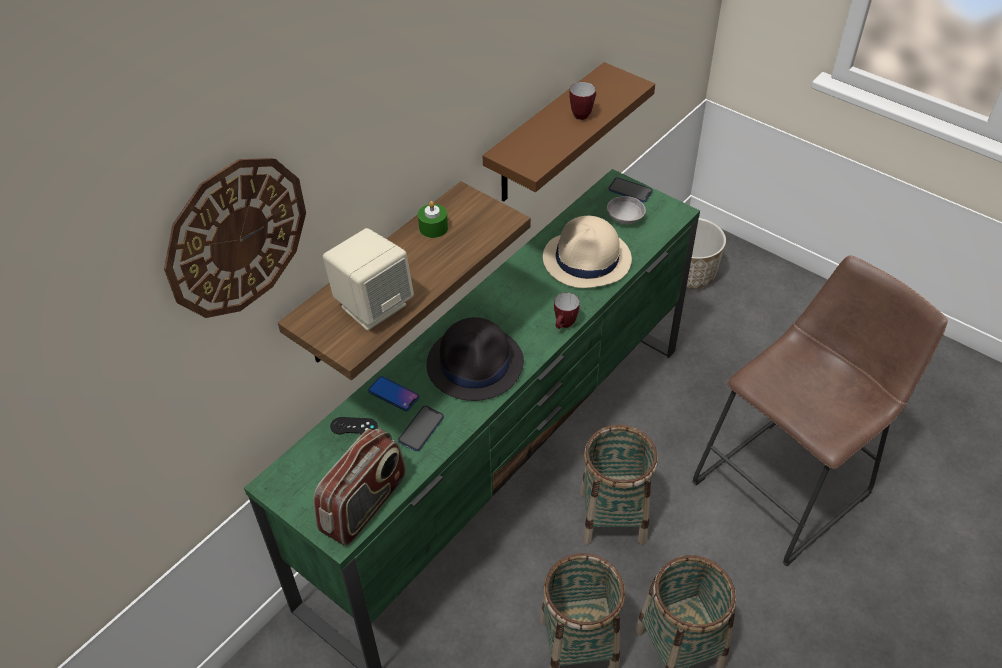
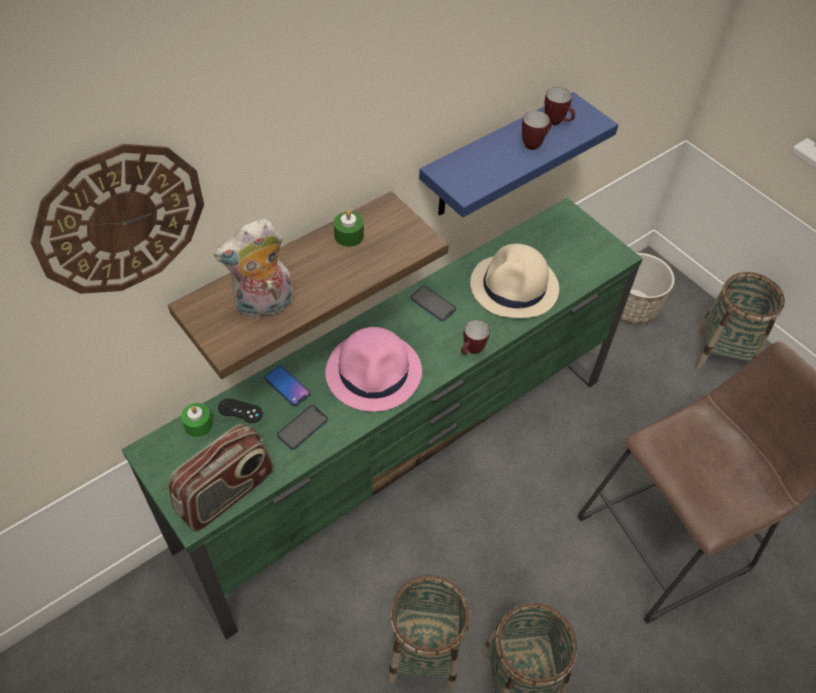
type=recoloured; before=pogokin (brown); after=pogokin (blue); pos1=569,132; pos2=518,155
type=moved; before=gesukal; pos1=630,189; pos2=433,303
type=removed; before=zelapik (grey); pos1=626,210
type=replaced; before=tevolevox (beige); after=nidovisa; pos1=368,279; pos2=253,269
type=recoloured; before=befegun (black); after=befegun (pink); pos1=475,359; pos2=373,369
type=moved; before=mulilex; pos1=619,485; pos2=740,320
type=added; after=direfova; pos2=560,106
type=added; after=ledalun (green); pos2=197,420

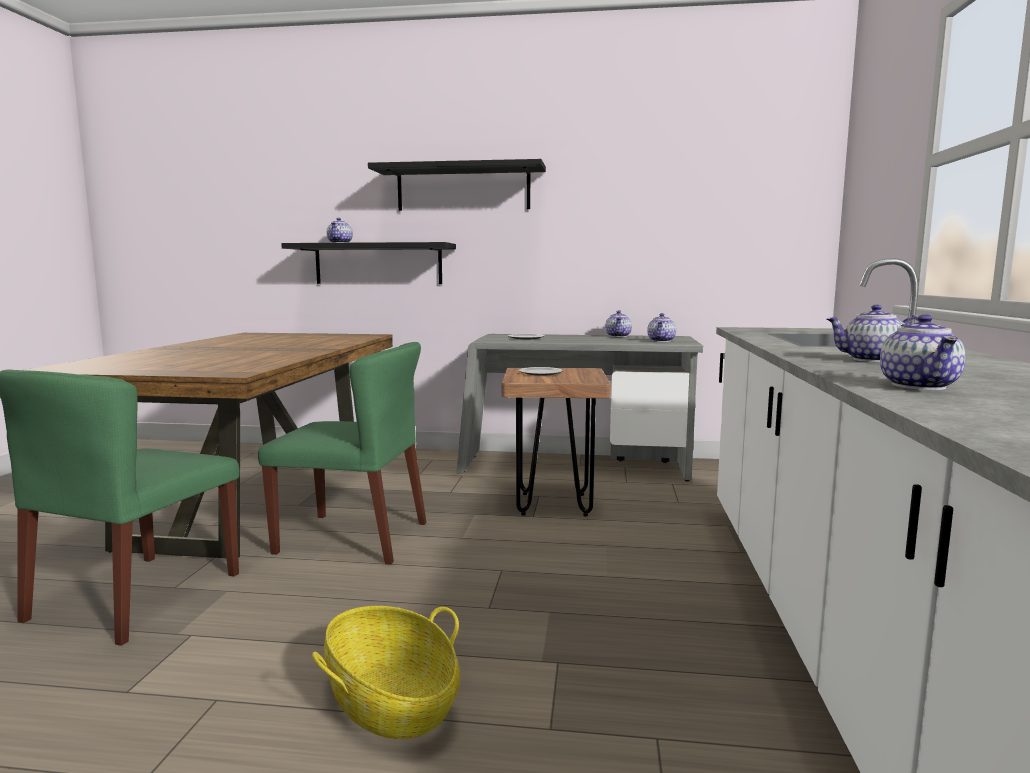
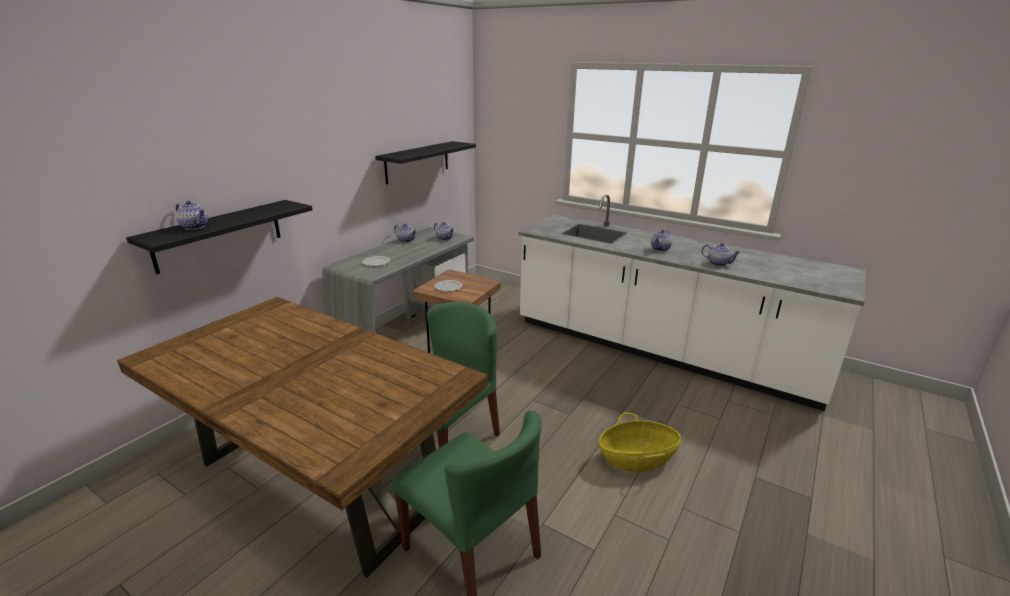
type=moved; before=pogokin (black); pos1=457,185; pos2=425,163

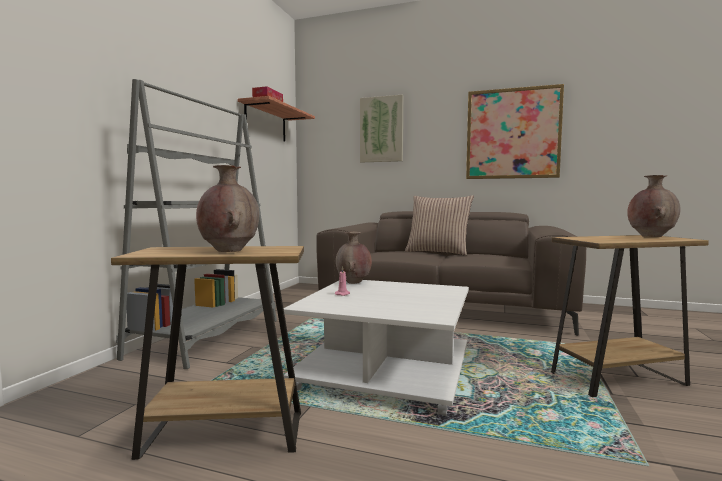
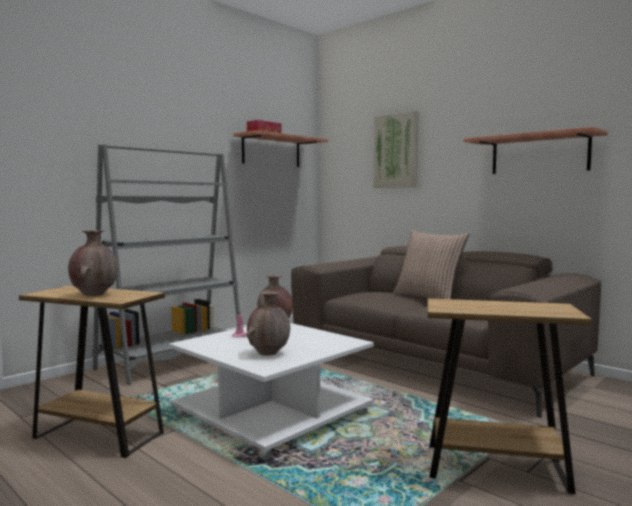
type=replaced; before=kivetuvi; after=pogokin; pos1=515,131; pos2=536,150
type=moved; before=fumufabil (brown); pos1=653,206; pos2=268,324

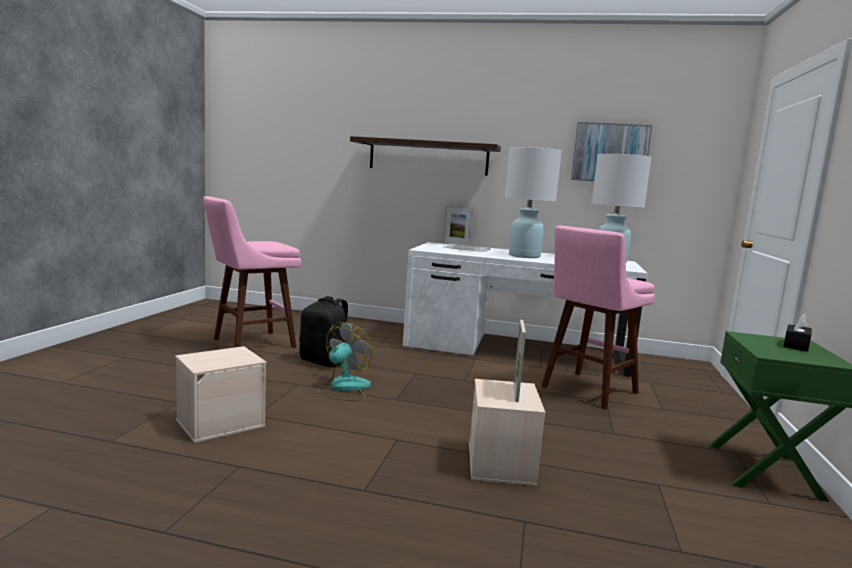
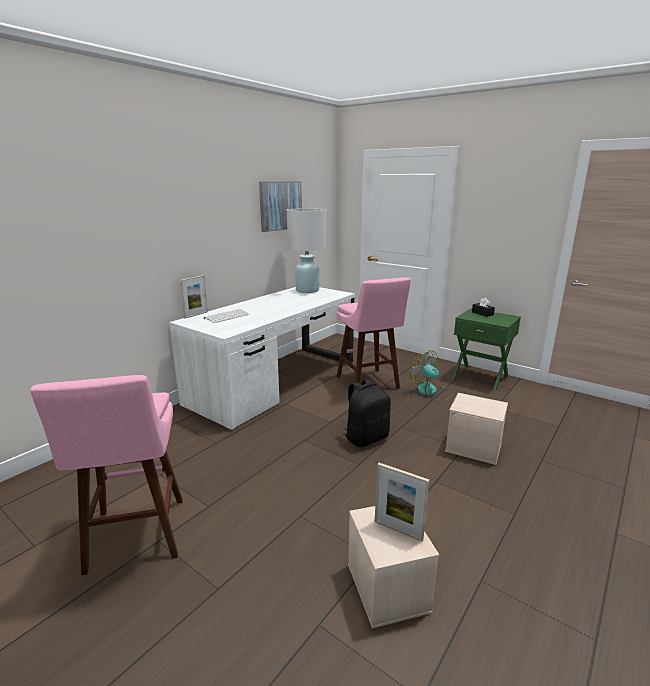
type=removed; before=pogokin; pos1=425,156
type=removed; before=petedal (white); pos1=533,202
type=moved; before=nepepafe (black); pos1=323,332; pos2=367,413
type=moved; before=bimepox; pos1=519,361; pos2=402,502
type=moved; before=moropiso; pos1=345,361; pos2=431,375

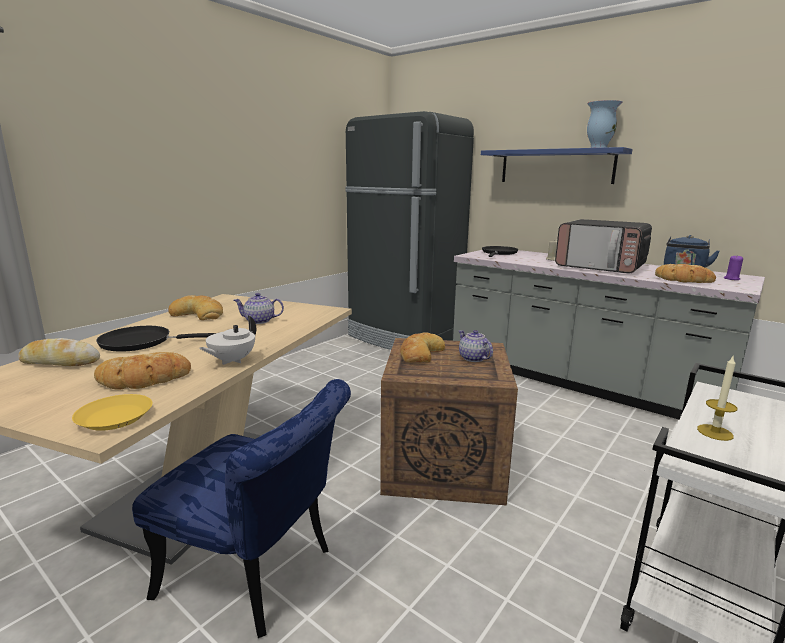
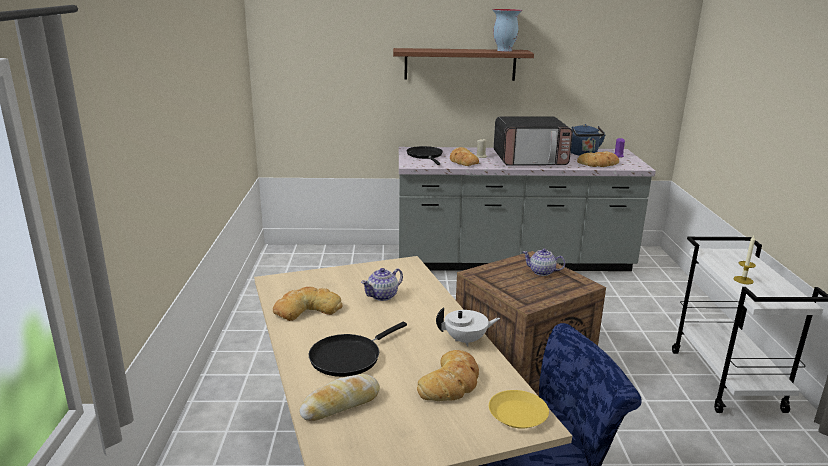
type=removed; before=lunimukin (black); pos1=409,230
type=recoloured; before=pogokin (blue); after=pogokin (brown); pos1=557,165; pos2=463,64
type=turned; before=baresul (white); pos1=227,340; pos2=468,327; turn=-90
type=moved; before=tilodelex; pos1=422,347; pos2=464,156

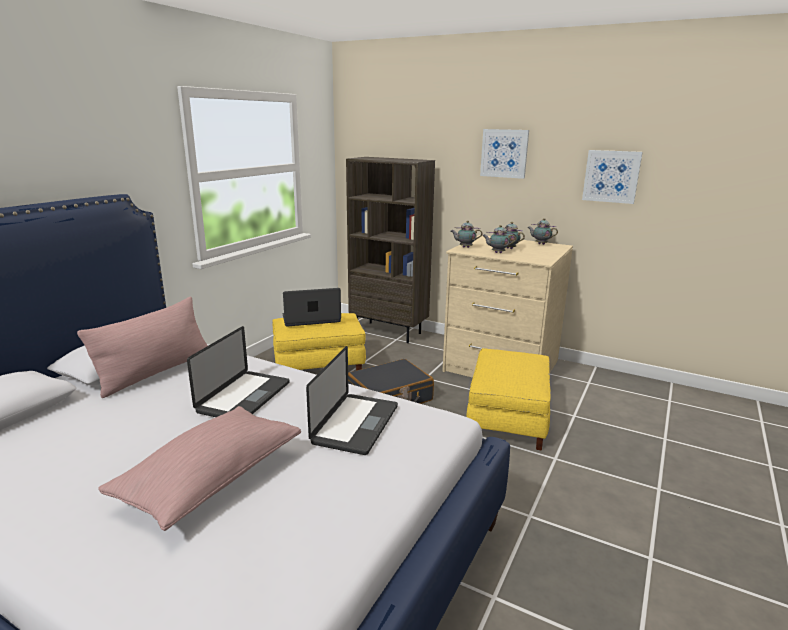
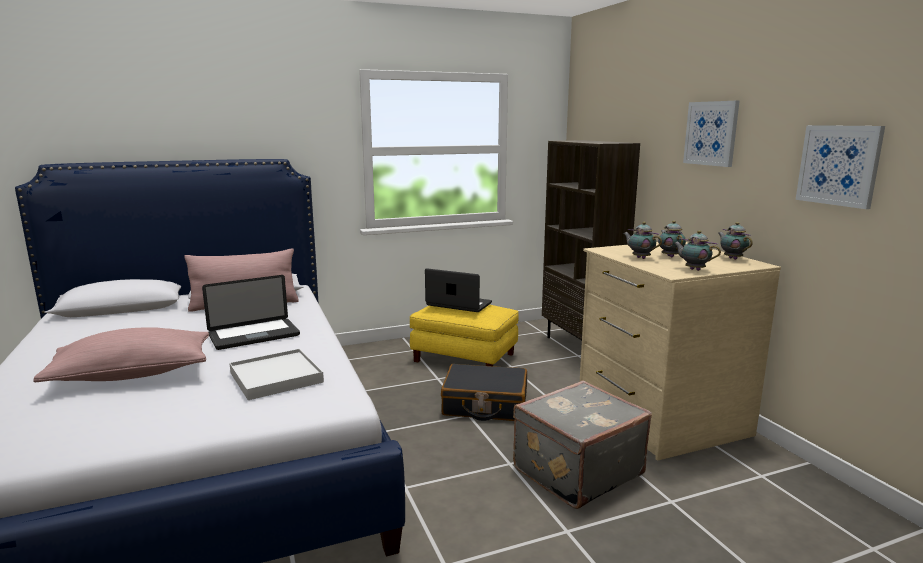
type=moved; before=baresul; pos1=466,234; pos2=697,250
type=replaced; before=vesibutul; after=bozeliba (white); pos1=352,400; pos2=276,374
type=replaced; before=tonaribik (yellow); after=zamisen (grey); pos1=508,399; pos2=582,444

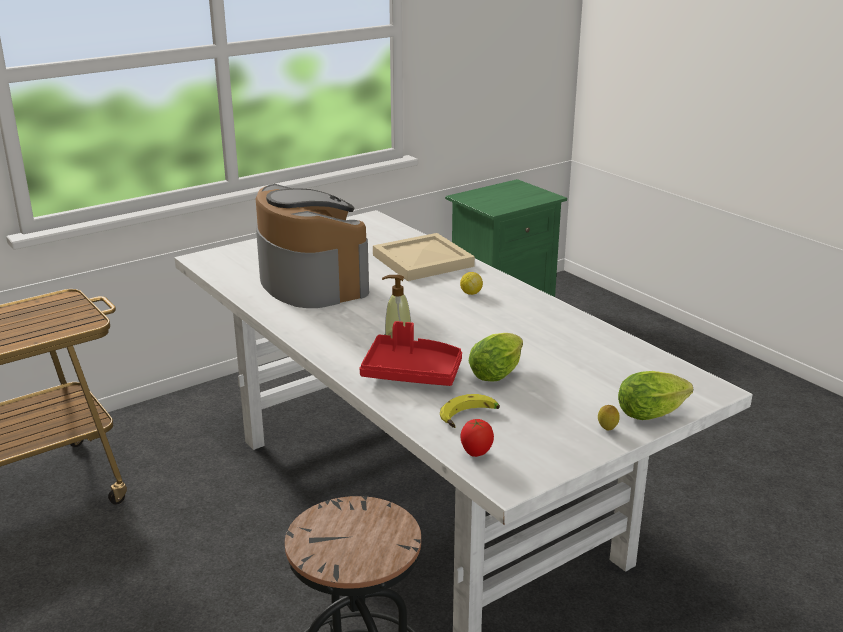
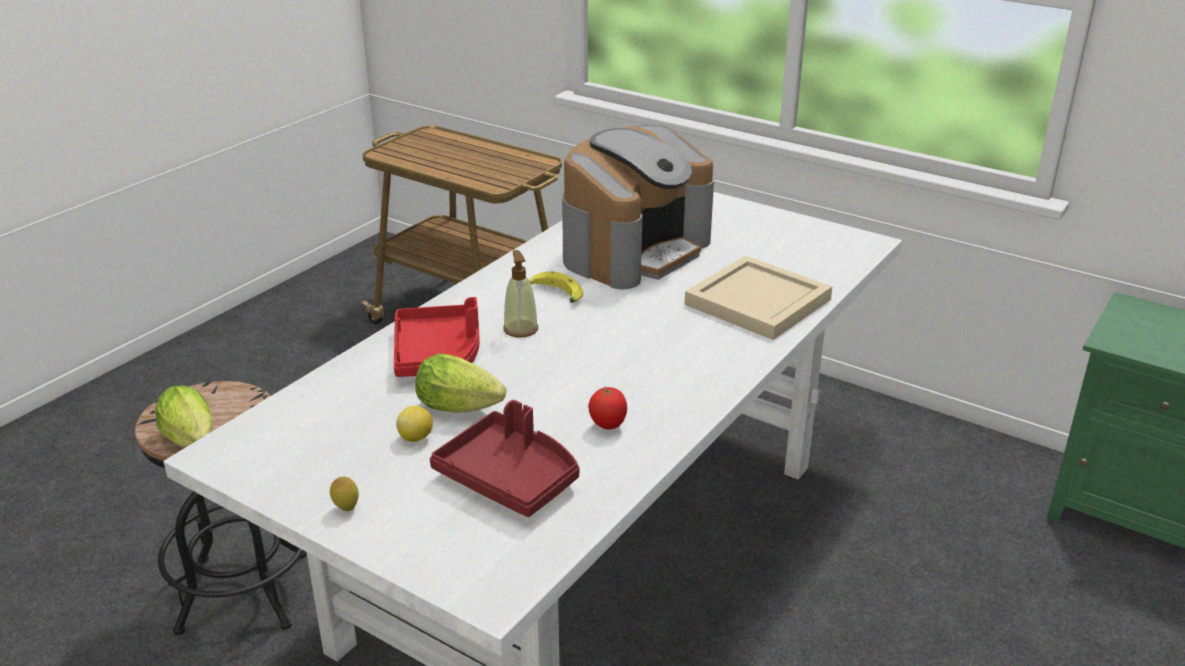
type=moved; before=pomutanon; pos1=471,283; pos2=414,424
type=moved; before=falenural; pos1=655,395; pos2=184,416
type=moved; before=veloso; pos1=470,411; pos2=556,287
type=moved; before=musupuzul; pos1=477,438; pos2=607,407
type=added; after=bozeliba (red); pos2=505,458

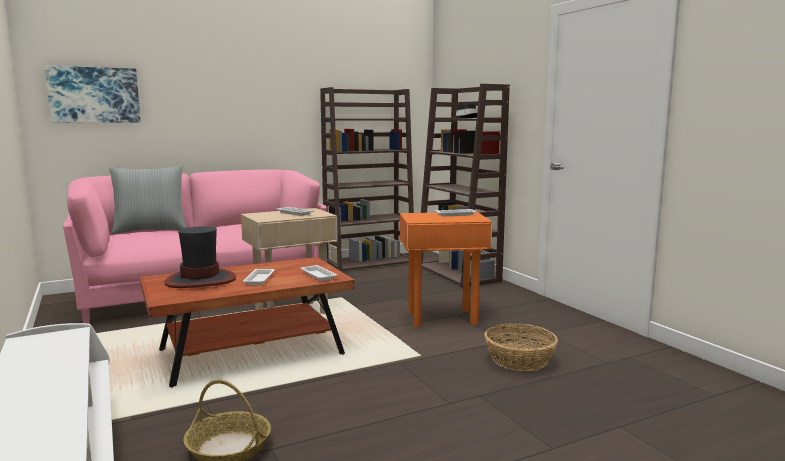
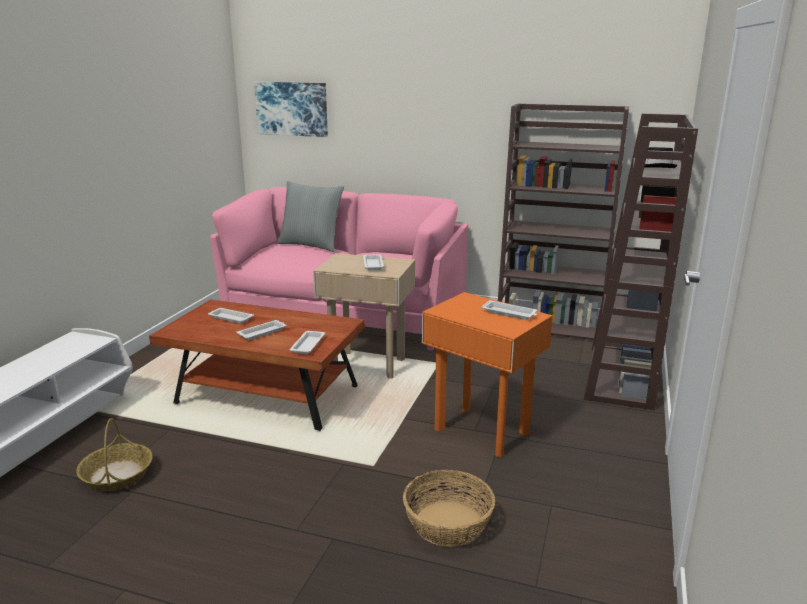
type=replaced; before=befegun; after=bozeliba (white); pos1=200,257; pos2=231,316

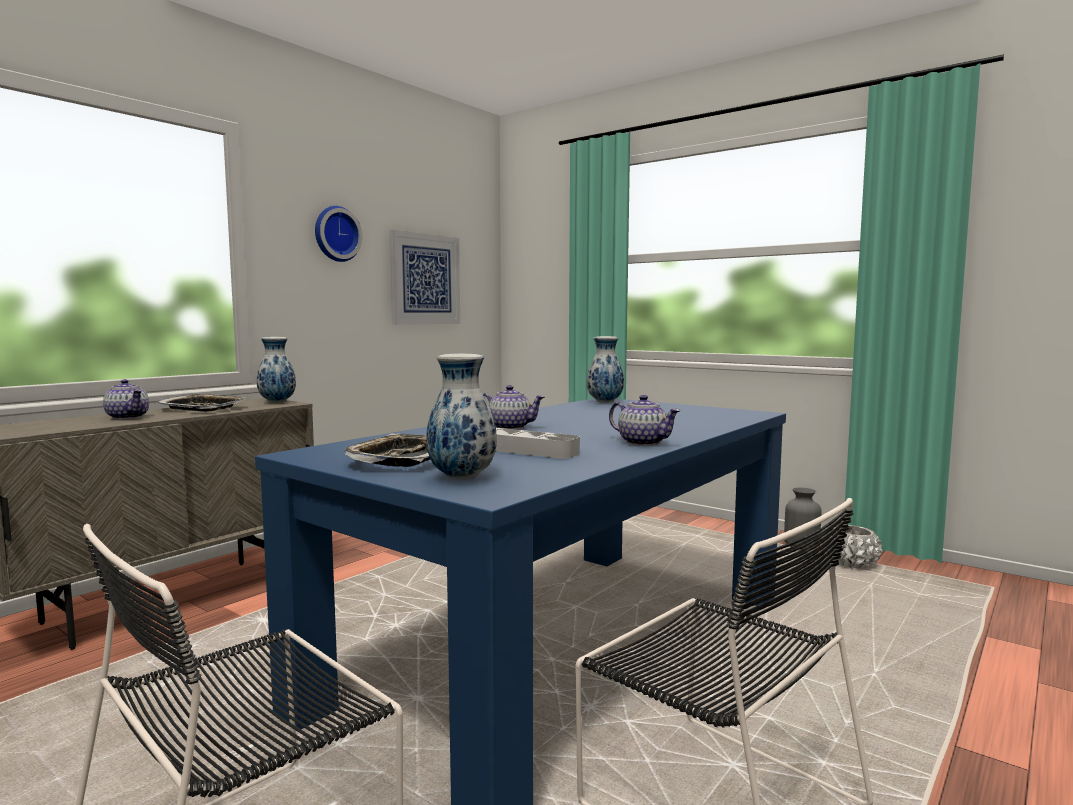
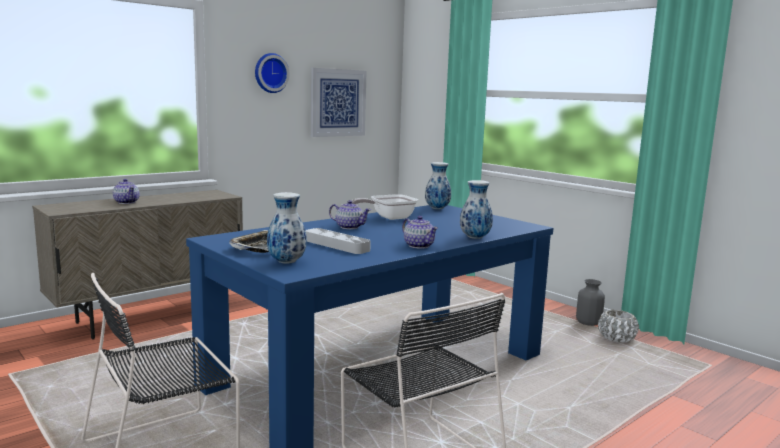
type=moved; before=fumufabil; pos1=276,370; pos2=476,209
type=removed; before=bozeliba; pos1=200,403
type=added; after=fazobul; pos2=384,207

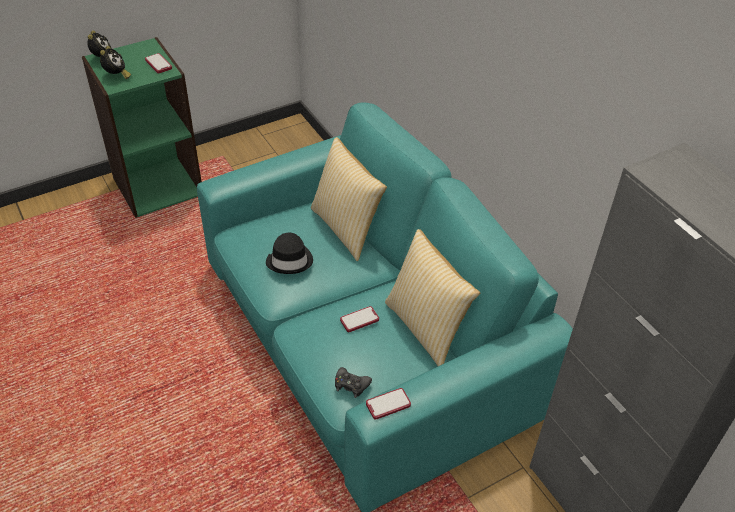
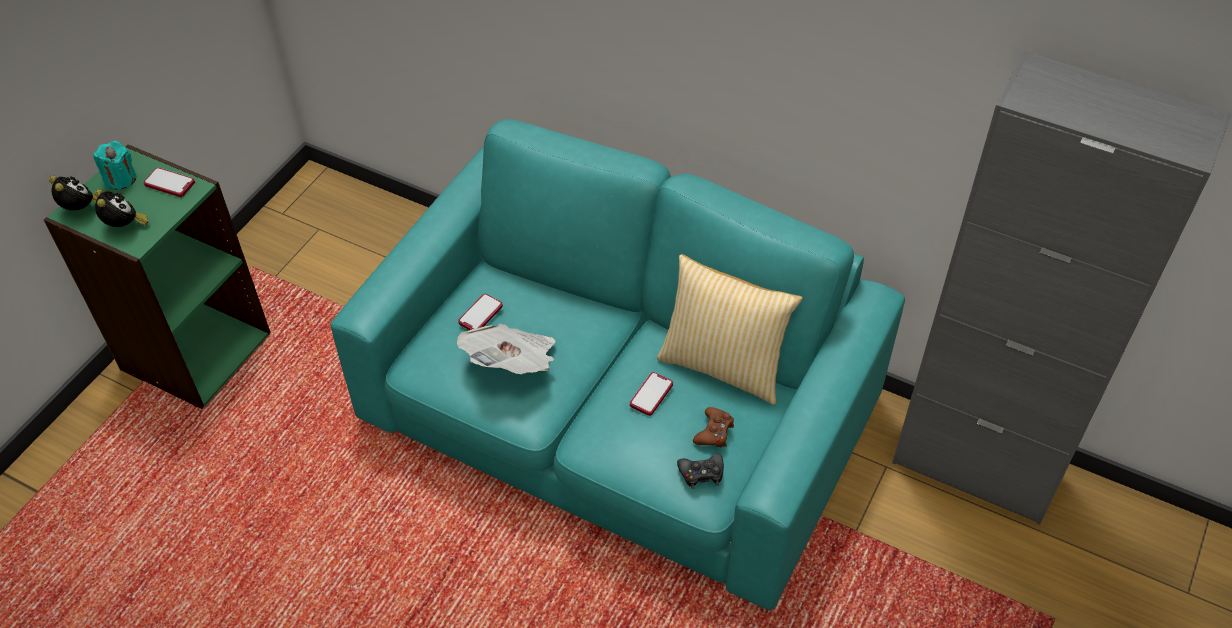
type=removed; before=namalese; pos1=349,199
type=replaced; before=befegun (black); after=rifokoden; pos1=289,253; pos2=506,349
type=moved; before=gesukal; pos1=388,404; pos2=480,312
type=added; after=ledalun (turquoise); pos2=114,165
type=added; after=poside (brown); pos2=713,427

